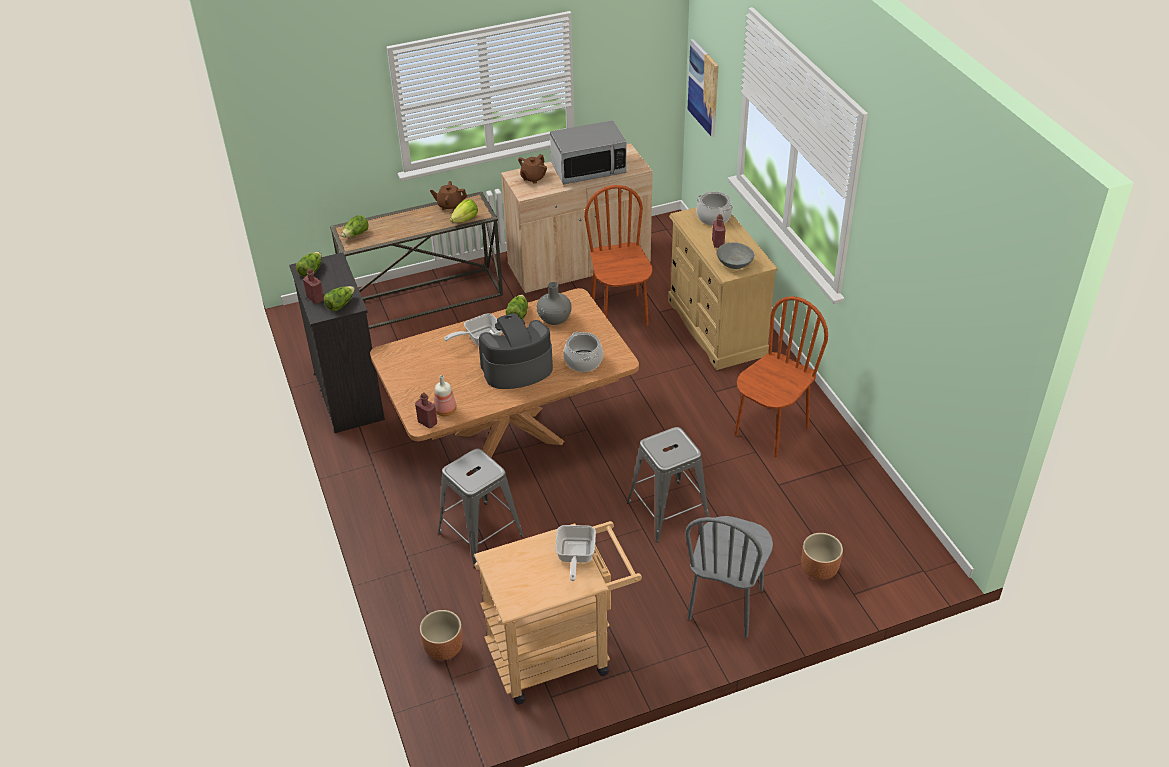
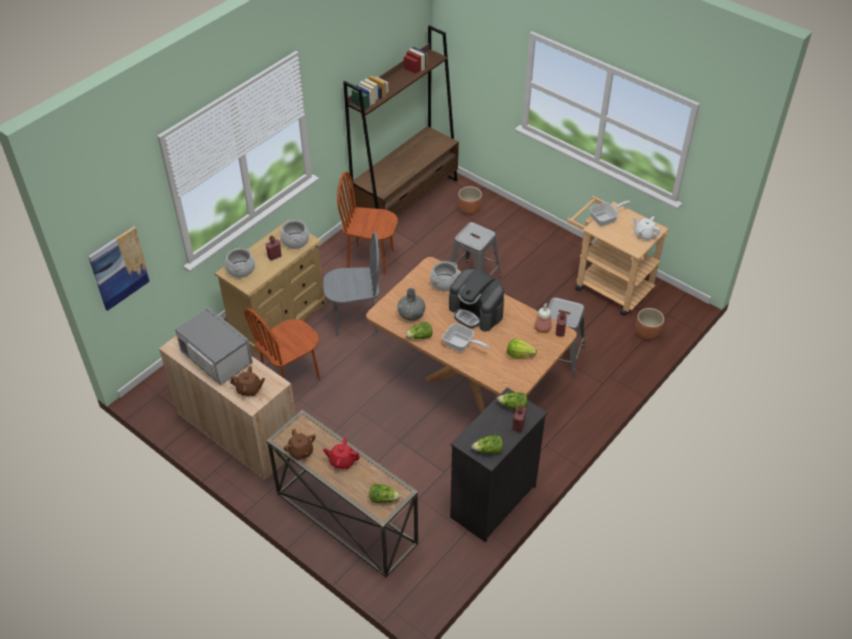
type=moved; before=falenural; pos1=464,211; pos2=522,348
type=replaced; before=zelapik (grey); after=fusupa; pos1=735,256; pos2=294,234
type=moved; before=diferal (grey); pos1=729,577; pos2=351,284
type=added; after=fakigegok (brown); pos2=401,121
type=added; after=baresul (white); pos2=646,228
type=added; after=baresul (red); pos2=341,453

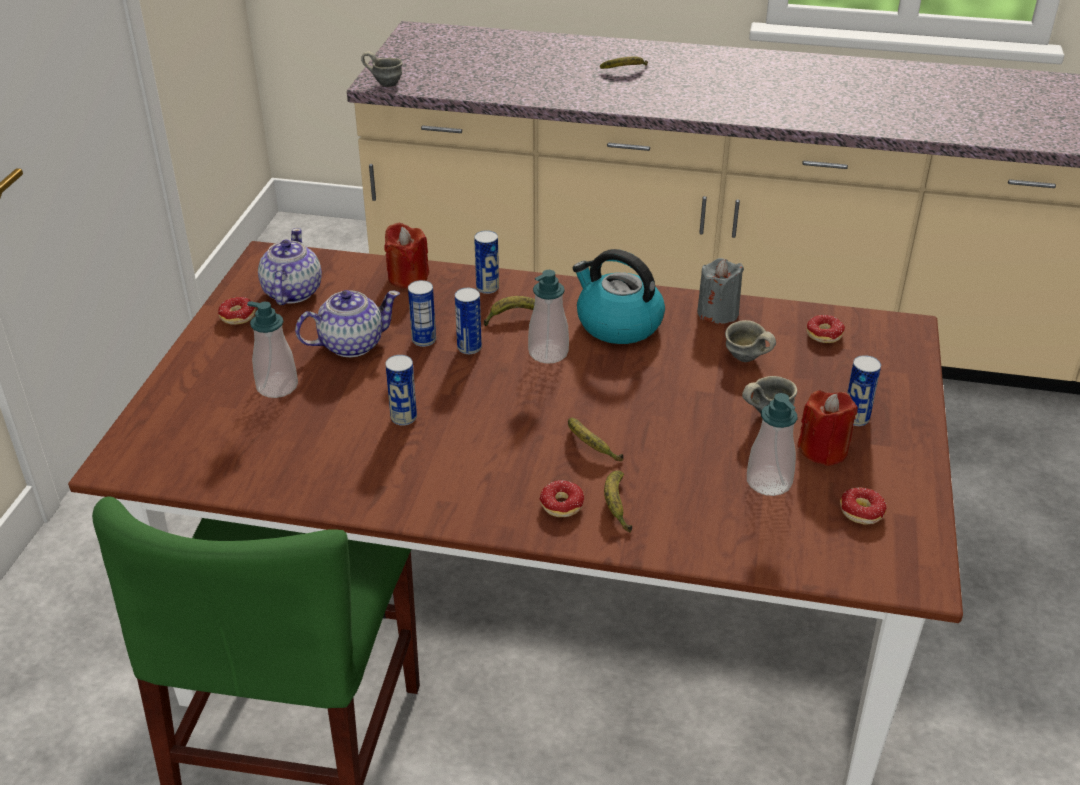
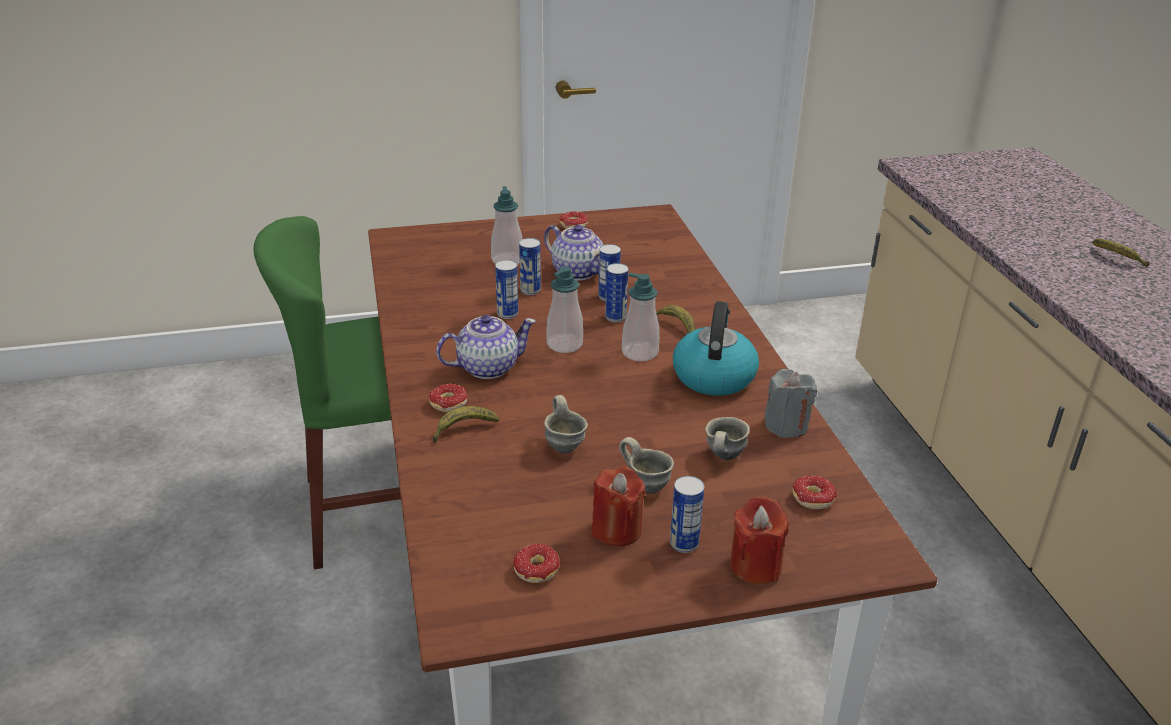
type=moved; before=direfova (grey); pos1=382,69; pos2=566,424
type=moved; before=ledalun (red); pos1=406,255; pos2=759,540
type=moved; before=baresul; pos1=290,266; pos2=486,347
type=moved; before=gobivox; pos1=486,262; pos2=530,266
type=moved; before=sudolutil; pos1=772,444; pos2=564,309
type=removed; before=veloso; pos1=596,439

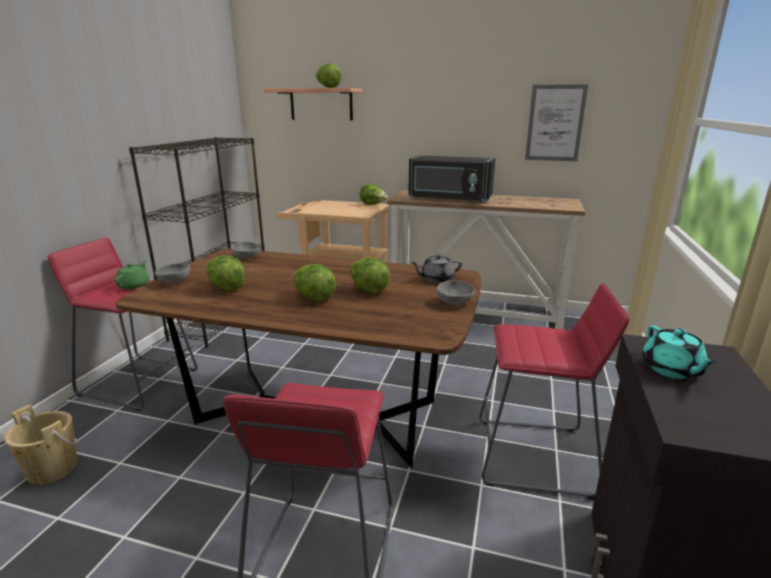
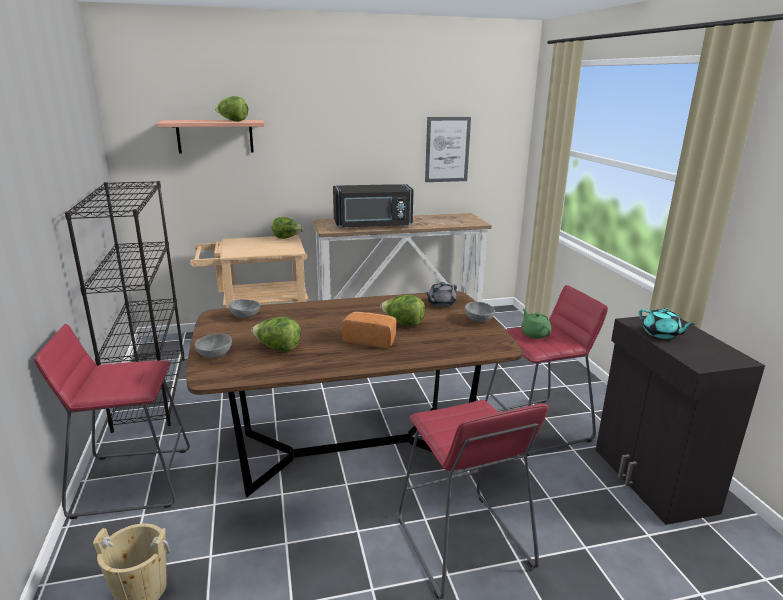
type=moved; before=baresul (green); pos1=132,275; pos2=536,324
type=replaced; before=falenural; after=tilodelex; pos1=314,283; pos2=369,330

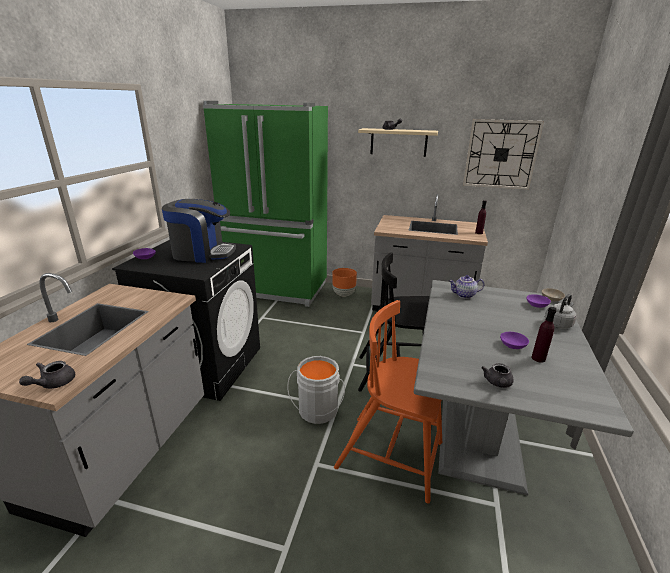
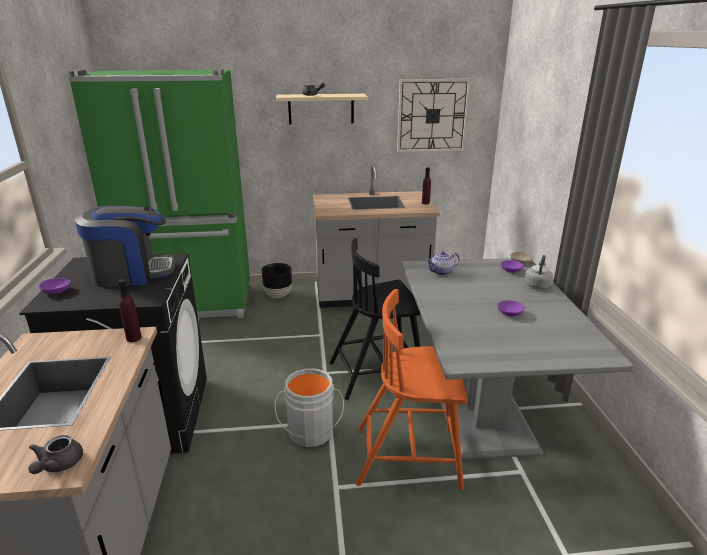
type=recoloured; before=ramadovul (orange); after=ramadovul (black); pos1=344,282; pos2=277,280
type=moved; before=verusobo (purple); pos1=544,335; pos2=130,310
type=removed; before=baresul (grey); pos1=497,375

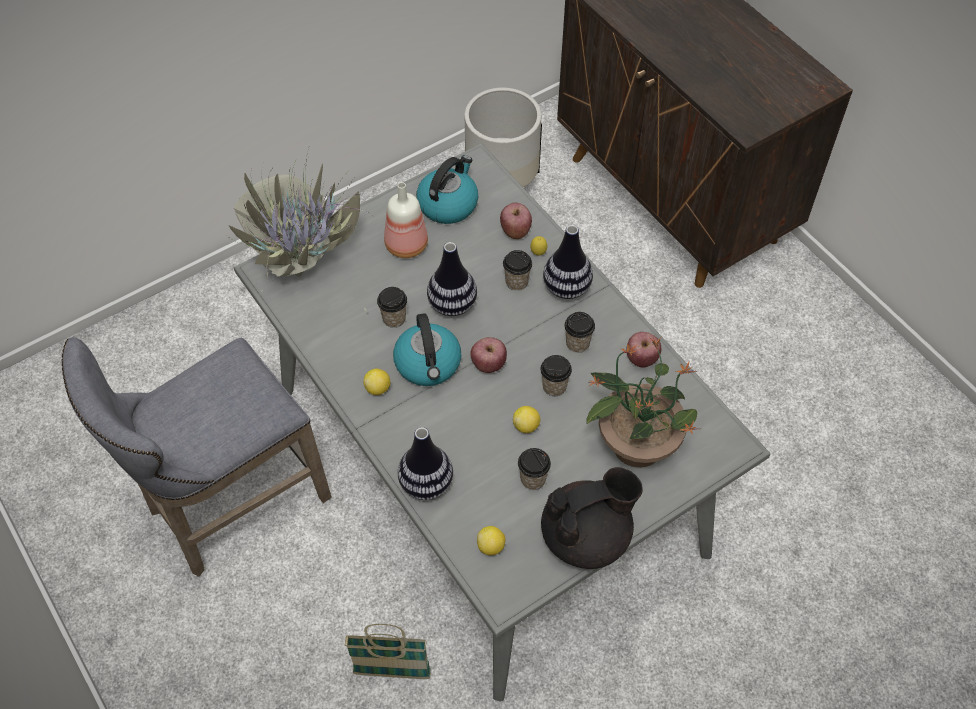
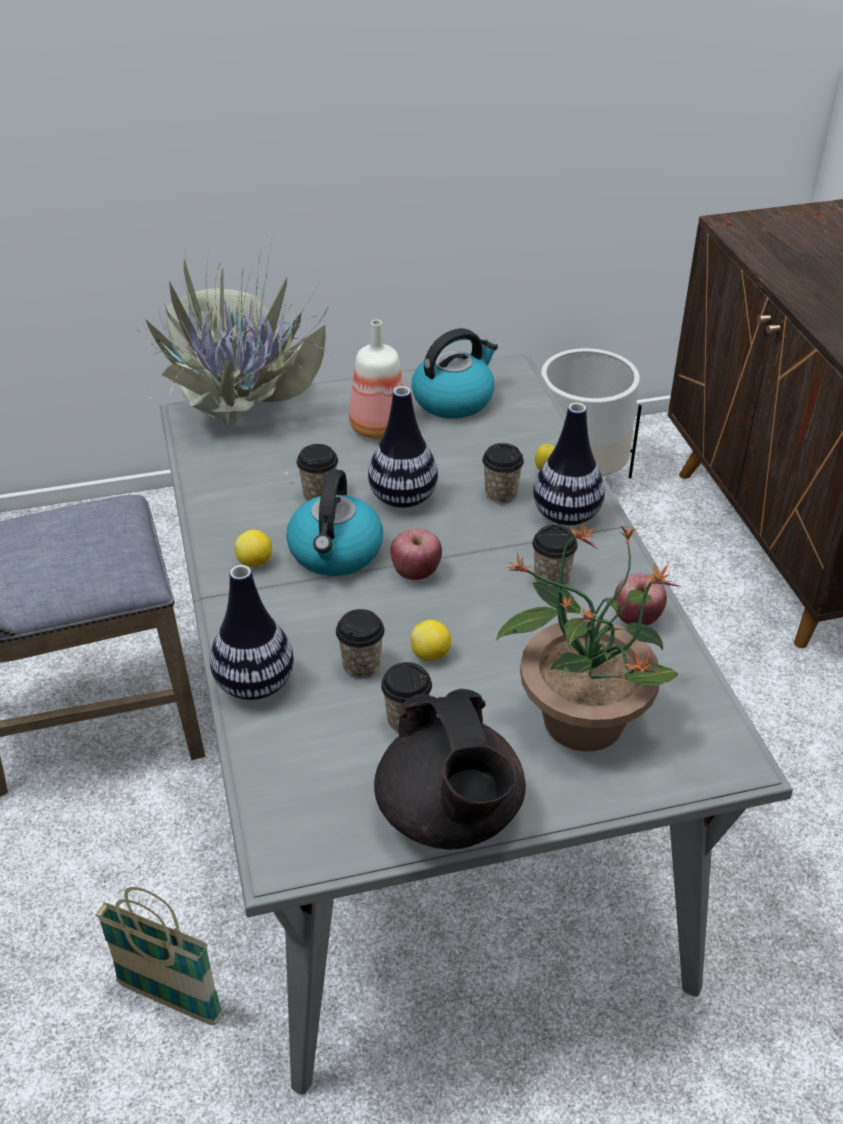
type=removed; before=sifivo; pos1=516,221
type=moved; before=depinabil; pos1=556,375; pos2=360,644
type=turned; before=baresul (black); pos1=592,518; pos2=450,769; turn=75
type=removed; before=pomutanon; pos1=491,540

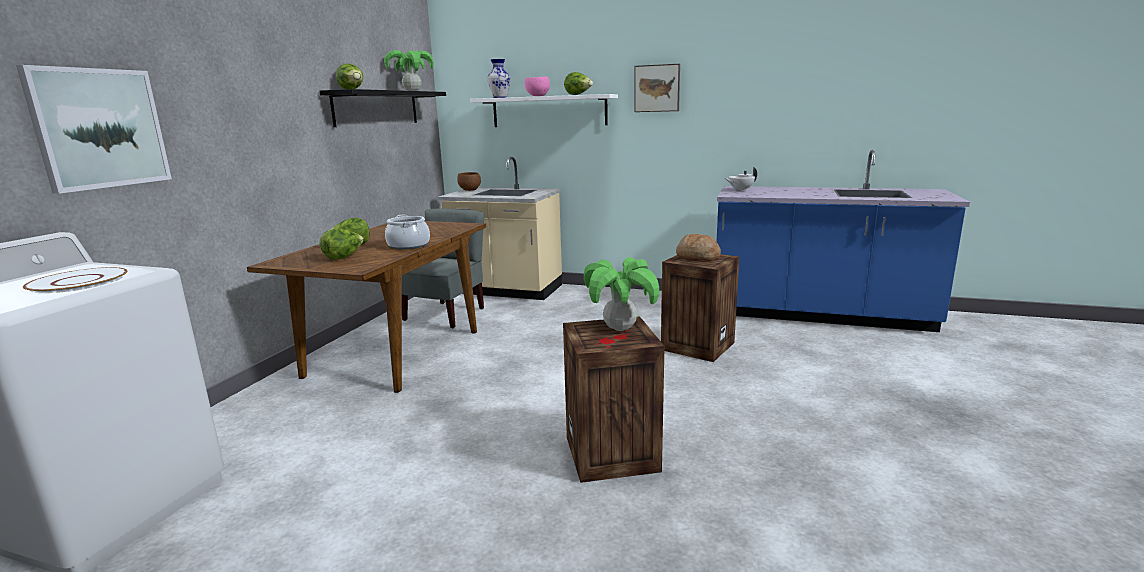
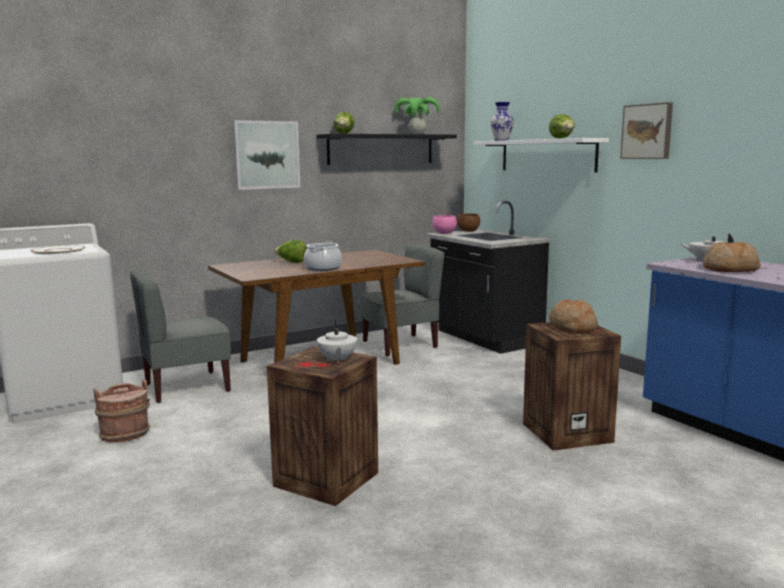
type=moved; before=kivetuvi; pos1=94,129; pos2=267,155
type=moved; before=zelapik (pink); pos1=537,86; pos2=445,224
type=recoloured; before=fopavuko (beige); after=fopavuko (black); pos1=500,228; pos2=488,277
type=removed; before=falenural; pos1=342,244
type=replaced; before=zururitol; after=baresul (white); pos1=621,294; pos2=337,341
type=added; after=tilodelex; pos2=732,257
type=added; after=diferal (grey); pos2=180,336
type=added; after=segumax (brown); pos2=122,411

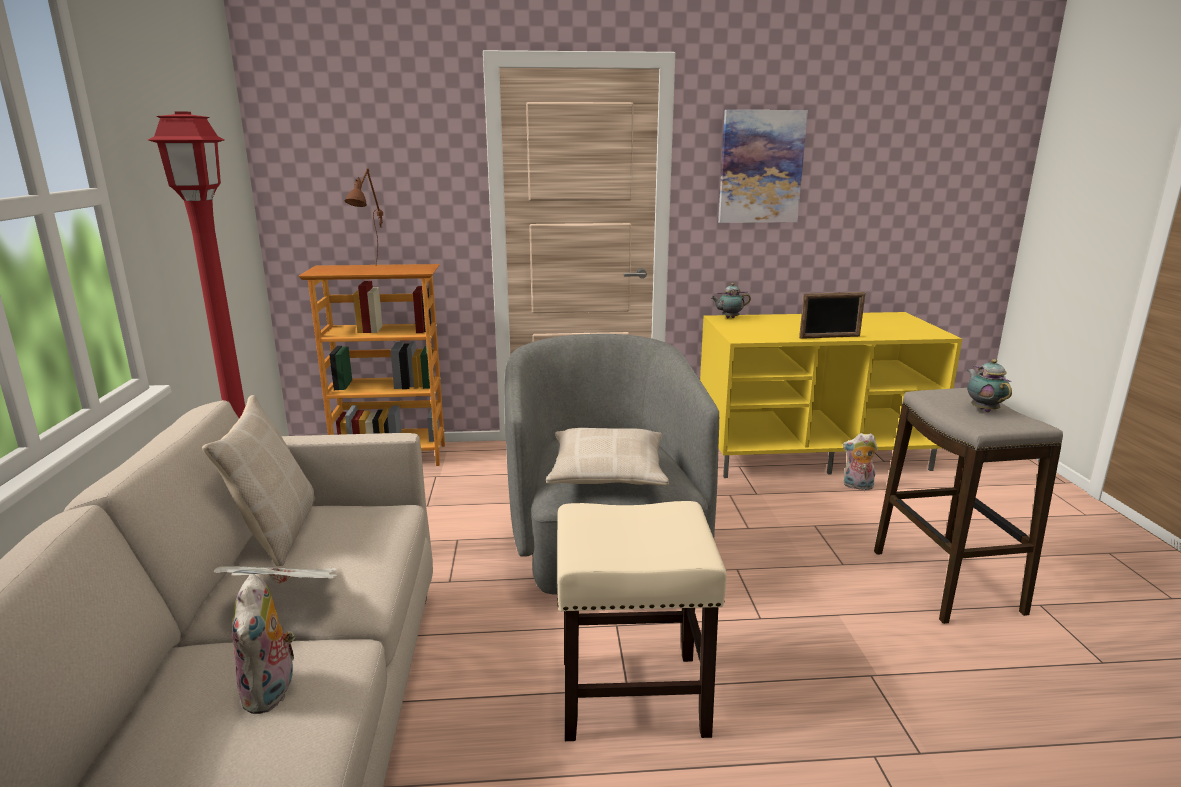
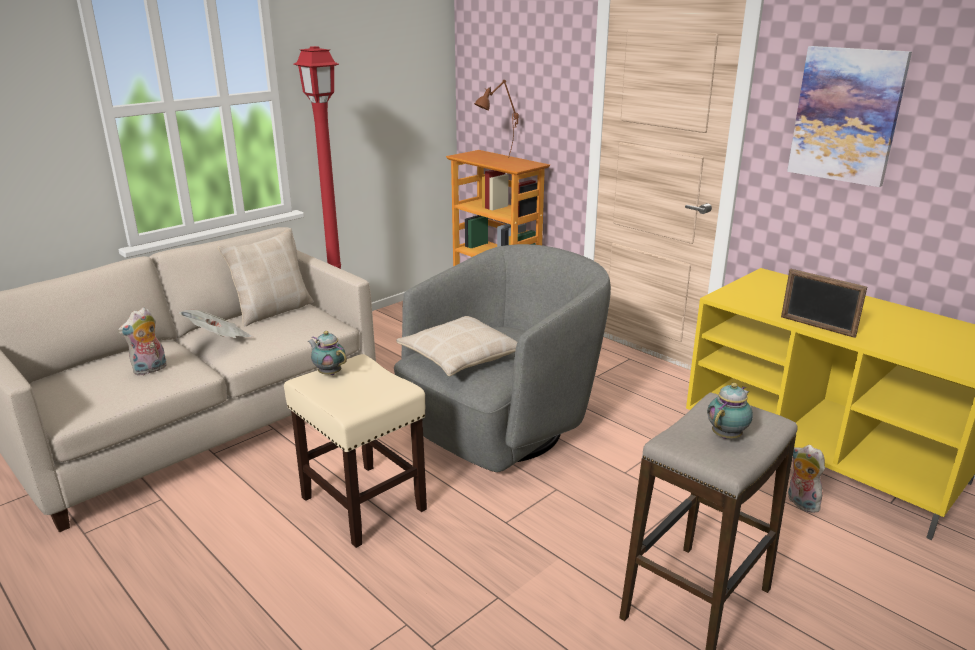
type=moved; before=baresul; pos1=731,300; pos2=327,353

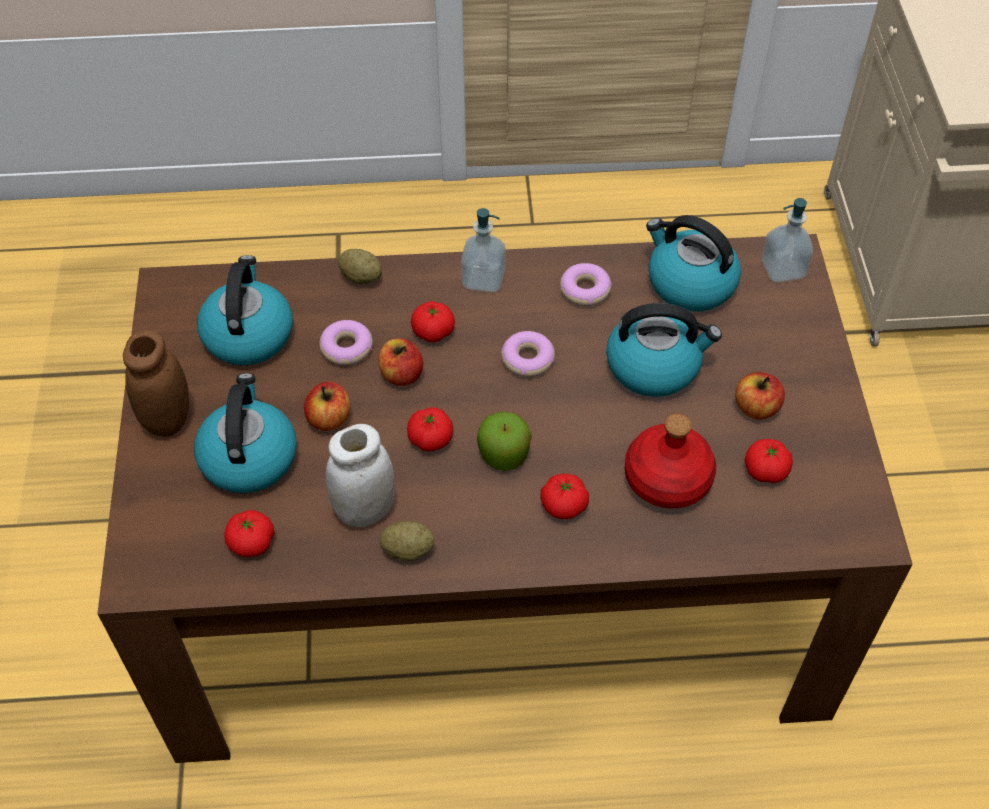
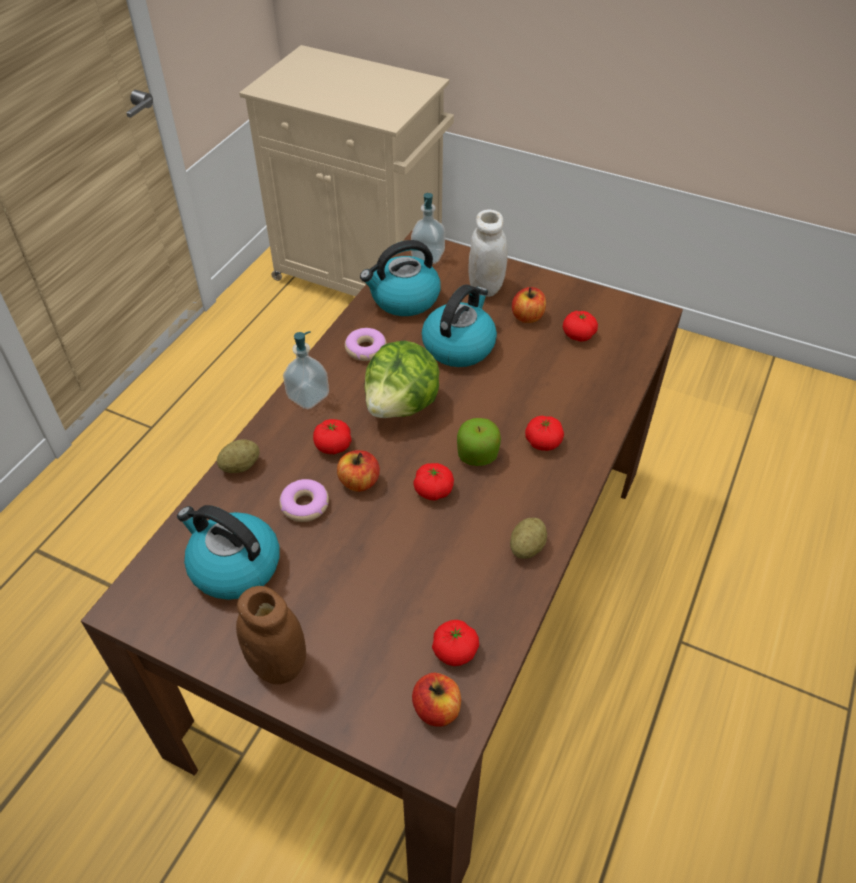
type=replaced; before=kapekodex; after=falenural; pos1=528,354; pos2=402,379
type=removed; before=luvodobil; pos1=245,433
type=moved; before=sifivo; pos1=327,406; pos2=436,700
type=removed; before=verusobo (red); pos1=670,461
type=moved; before=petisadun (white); pos1=360,475; pos2=488,253

